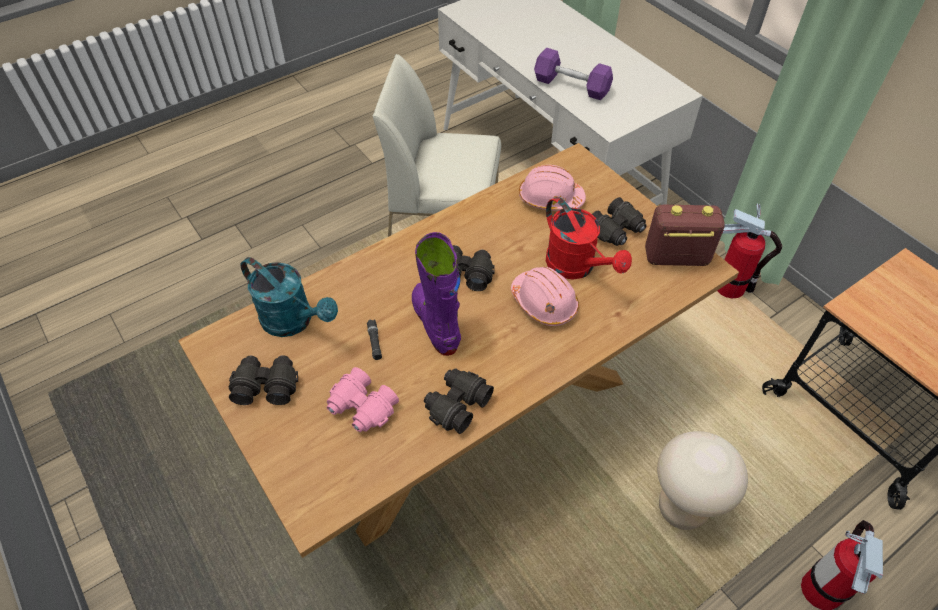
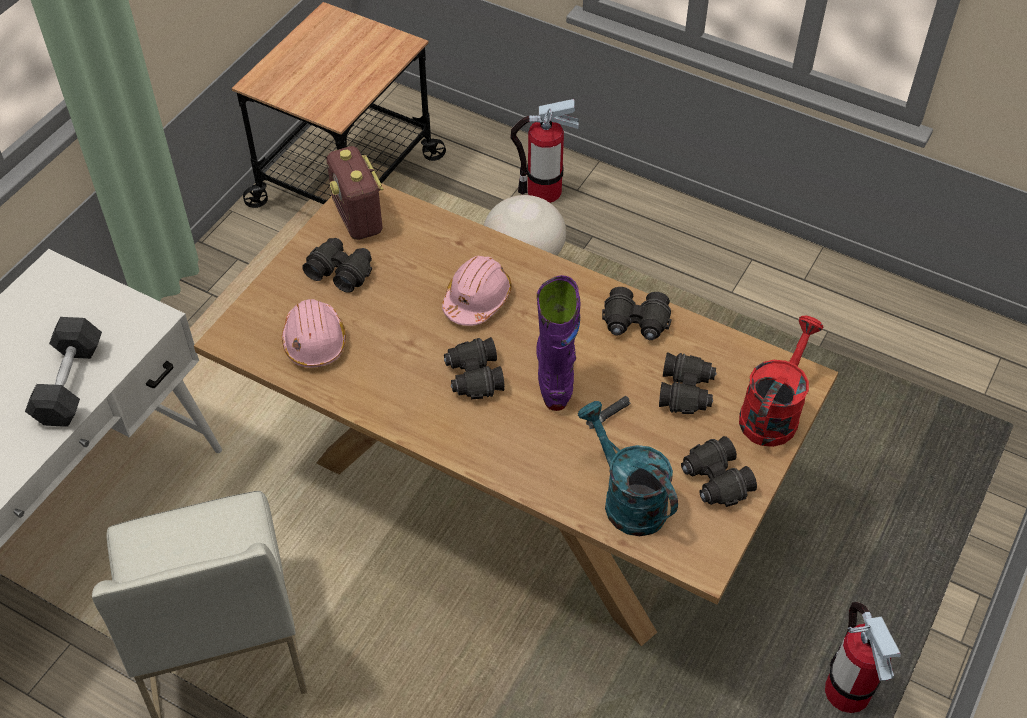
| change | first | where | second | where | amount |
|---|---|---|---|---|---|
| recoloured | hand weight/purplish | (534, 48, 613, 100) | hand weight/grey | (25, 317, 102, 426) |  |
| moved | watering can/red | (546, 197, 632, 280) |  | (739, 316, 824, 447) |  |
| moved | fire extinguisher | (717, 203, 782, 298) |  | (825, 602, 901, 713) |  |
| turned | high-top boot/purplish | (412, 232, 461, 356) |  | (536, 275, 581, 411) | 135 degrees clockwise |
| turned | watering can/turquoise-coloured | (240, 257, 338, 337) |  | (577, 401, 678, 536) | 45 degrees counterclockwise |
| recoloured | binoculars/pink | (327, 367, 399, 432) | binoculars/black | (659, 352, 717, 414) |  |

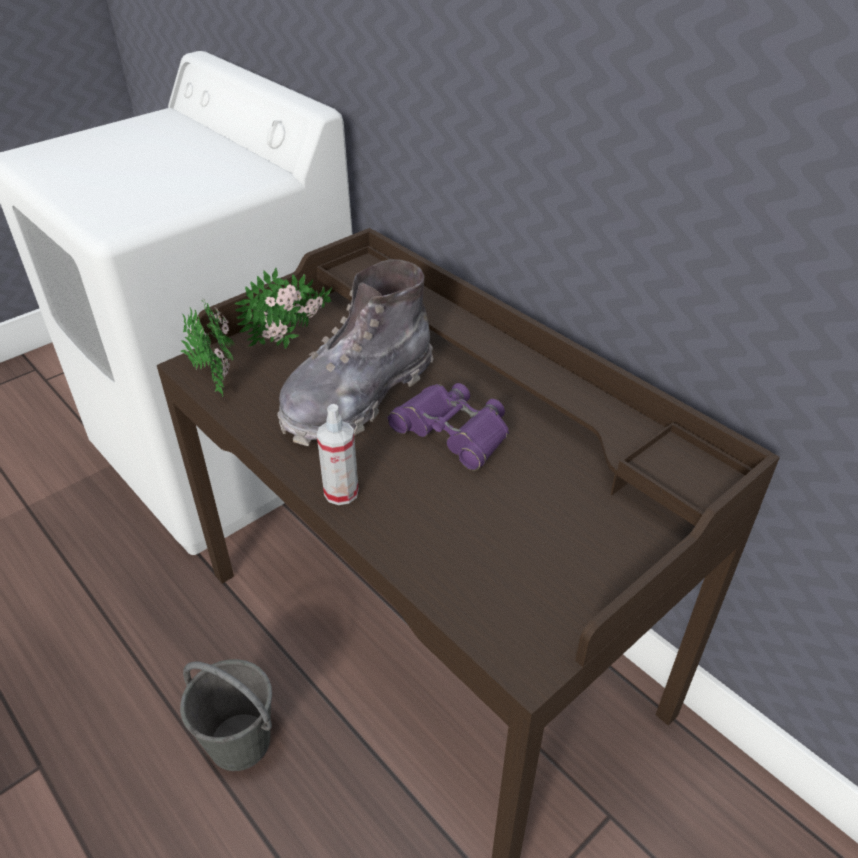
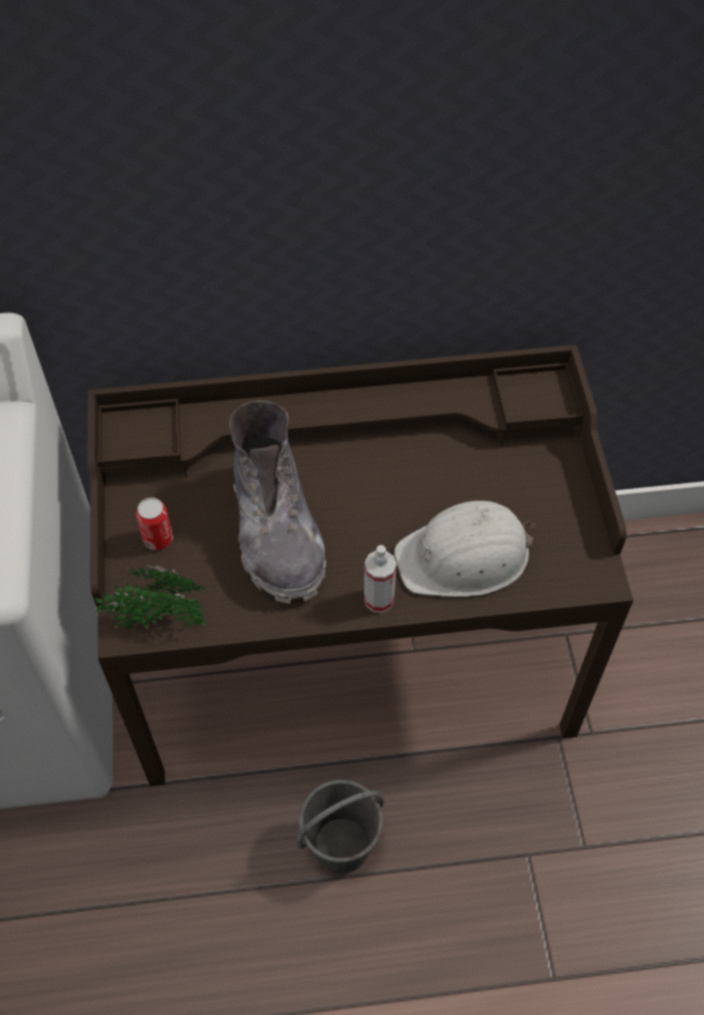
| change | first | where | second | where | amount |
|---|---|---|---|---|---|
| replaced | houseplant | (235, 268, 332, 349) | sealed can | (136, 497, 173, 550) |  |
| removed | binoculars/purplish | (387, 383, 509, 471) |  |  |  |
| added |  |  | safety helmet/whitish | (394, 501, 535, 597) |  |

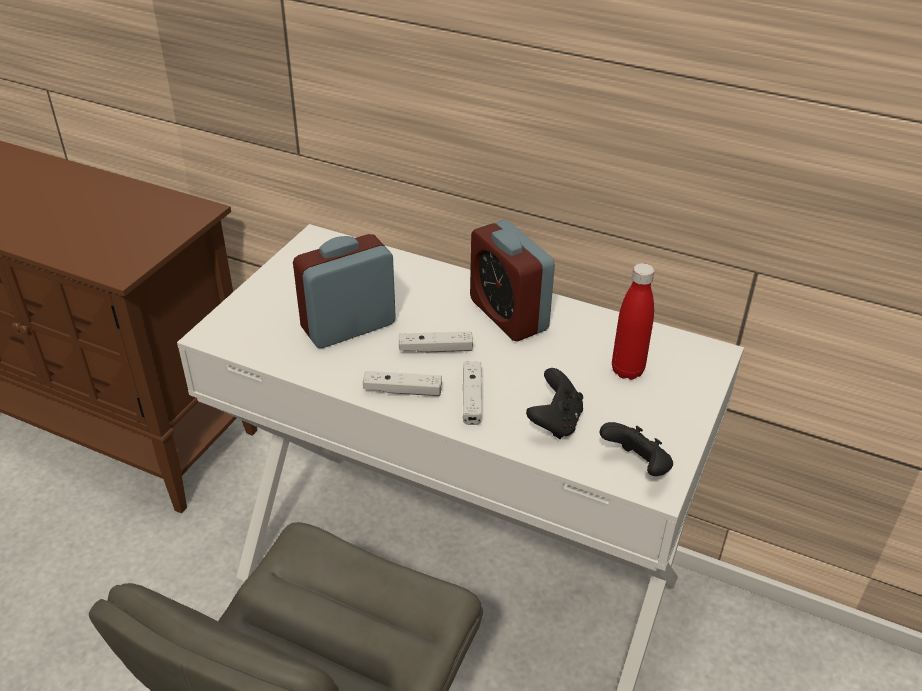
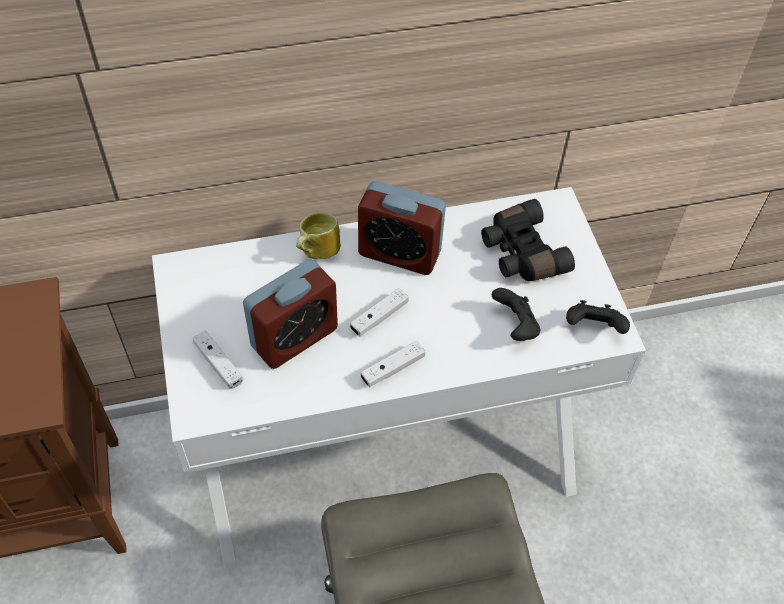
| change | first | where | second | where | amount |
|---|---|---|---|---|---|
| turned | alarm clock | (293, 234, 396, 348) |  | (243, 259, 338, 369) | 150 degrees counterclockwise |
| replaced | beverage bottle/red | (612, 263, 655, 380) | binoculars/black | (481, 199, 575, 281) |  |
| moved | joypad/whitish | (463, 362, 482, 425) |  | (192, 330, 243, 389) |  |
| added |  |  | mug | (296, 213, 340, 259) |  |

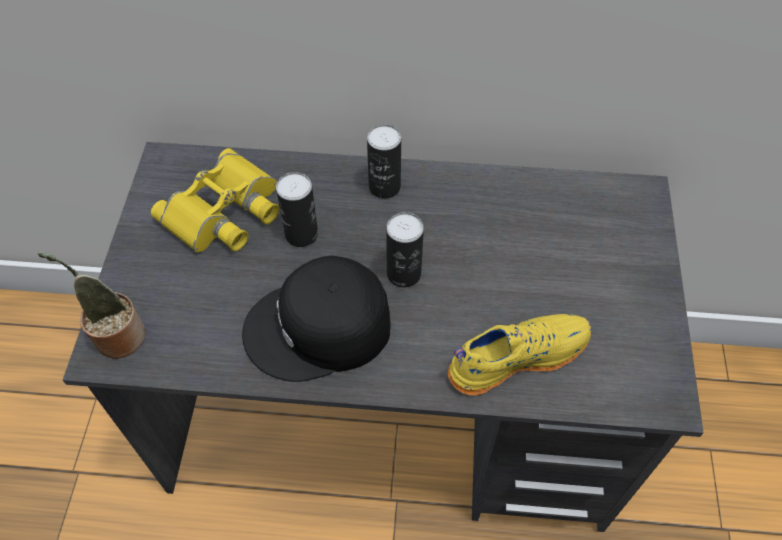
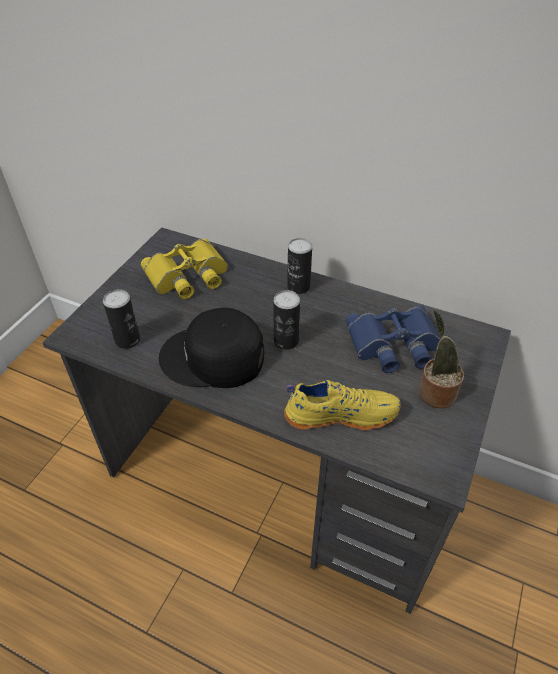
| change | first | where | second | where | amount |
|---|---|---|---|---|---|
| moved | sealed can | (276, 172, 318, 247) |  | (103, 289, 140, 349) |  |
| moved | houseplant | (38, 252, 145, 359) |  | (419, 310, 464, 408) |  |
| added |  |  | binoculars/blue-coloured | (346, 305, 441, 373) |  |

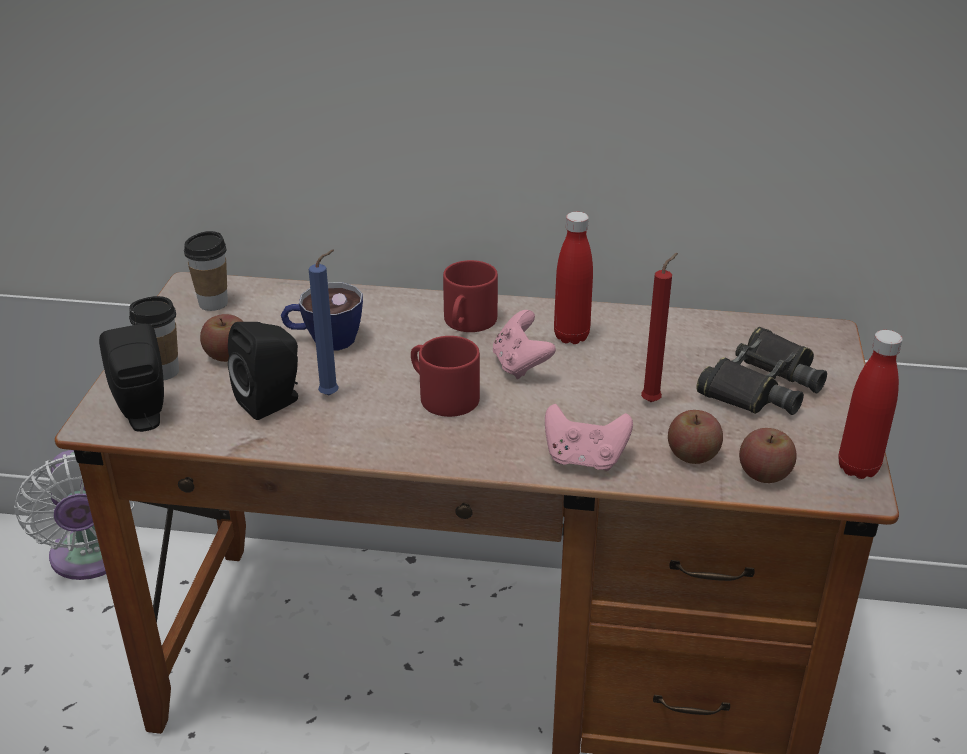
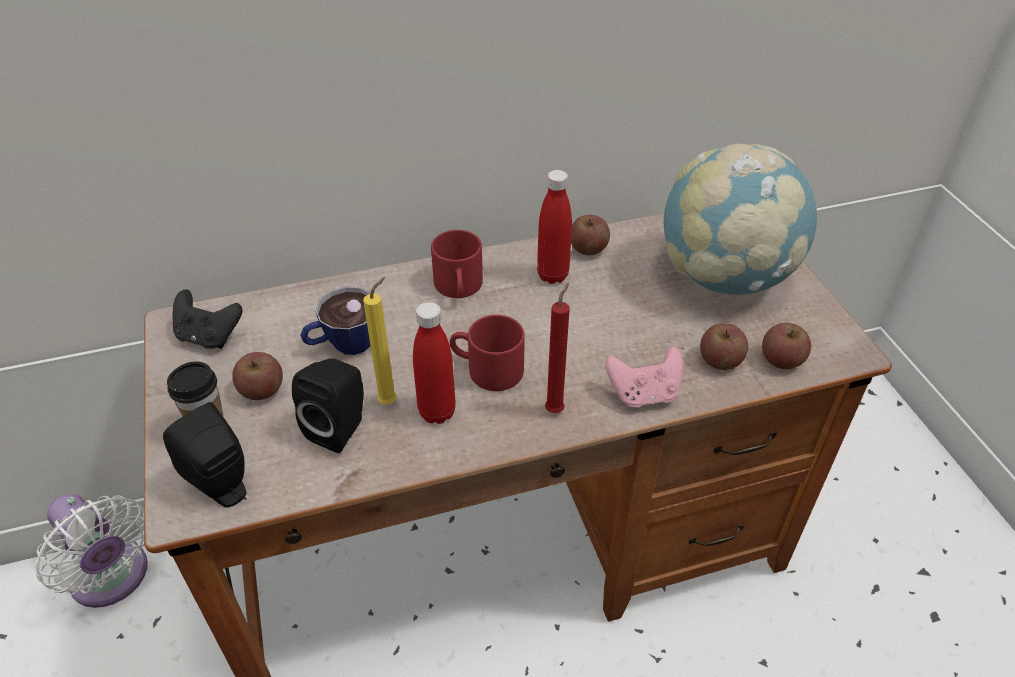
| change | first | where | second | where | amount |
|---|---|---|---|---|---|
| replaced | small cup | (184, 231, 228, 311) | joypad/black | (173, 289, 242, 349) |  |
| recoloured | wax light/blue-coloured | (309, 249, 339, 395) | wax light/yellow | (363, 277, 397, 405) |  |
| moved | wax light/red | (641, 253, 678, 402) |  | (545, 283, 570, 413) |  |
| removed | joypad/pink | (493, 310, 556, 379) |  |  |  |
| replaced | binoculars/black | (696, 327, 827, 415) | globe | (664, 144, 817, 295) |  |
| moved | beverage bottle/red | (838, 330, 903, 479) |  | (413, 302, 456, 424) |  |
| added |  |  | apple | (571, 215, 610, 255) |  |

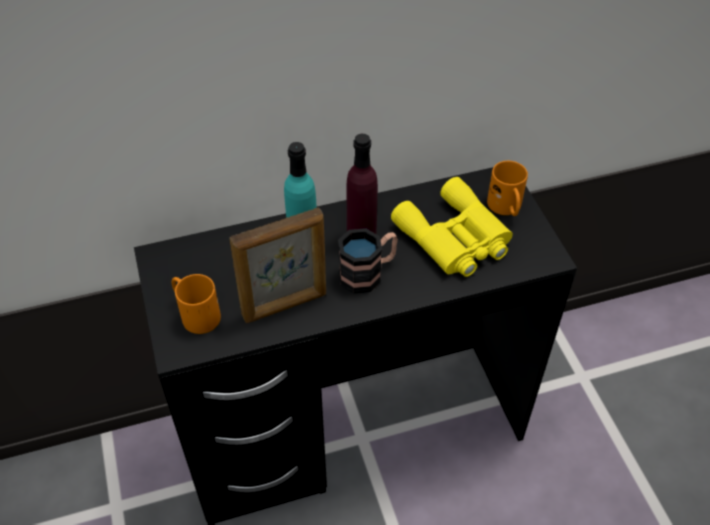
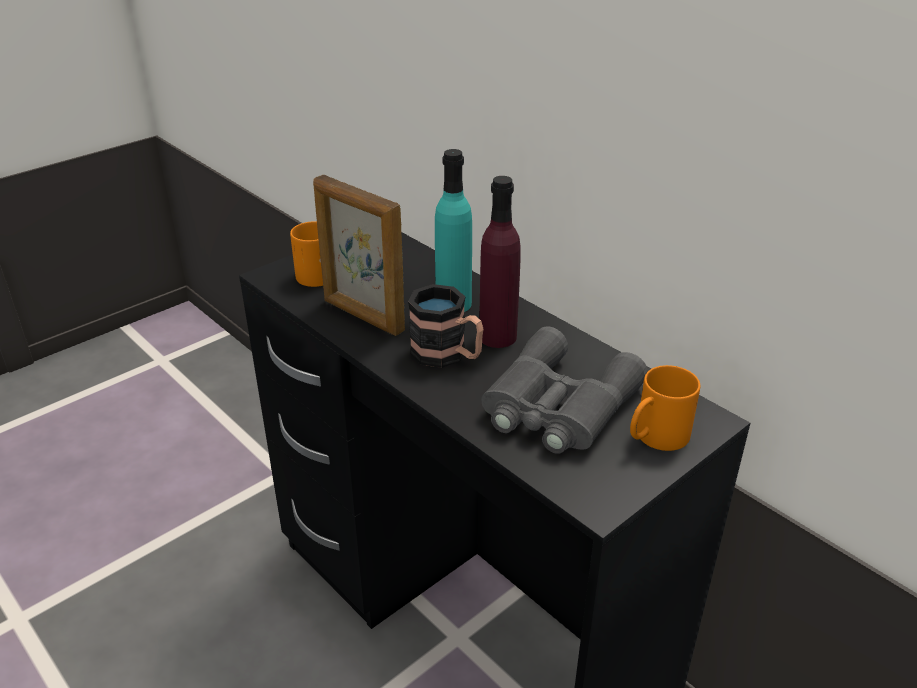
| change | first | where | second | where | amount |
|---|---|---|---|---|---|
| recoloured | binoculars/yellow | (391, 177, 513, 277) | binoculars/grey | (481, 326, 648, 454) |  |

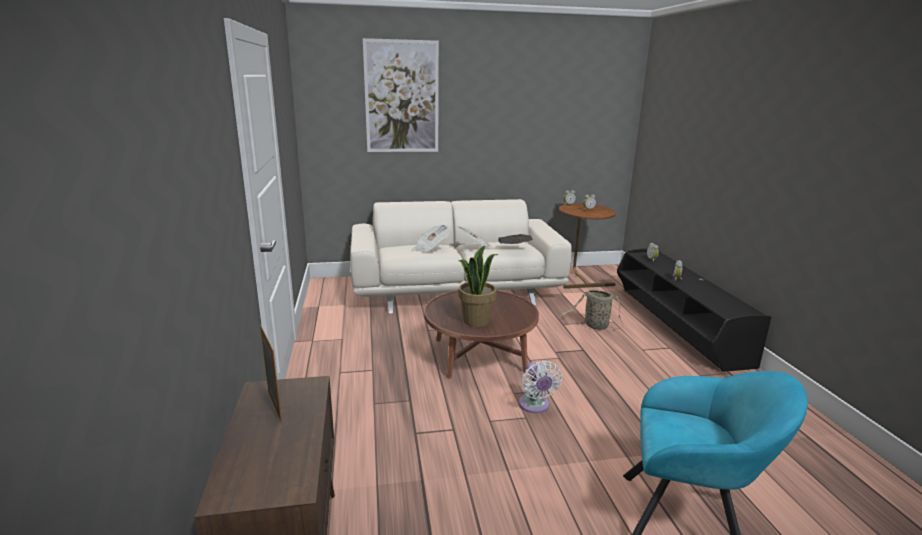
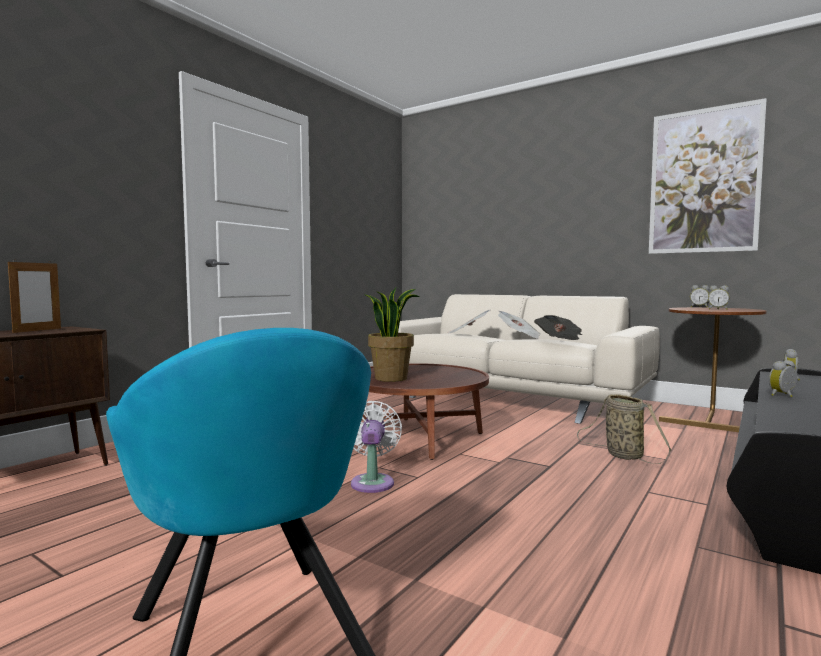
| change | first | where | second | where | amount |
|---|---|---|---|---|---|
| moved | wall art | (363, 38, 439, 152) |  | (649, 98, 767, 254) |  |
| turned | fan/whitish | (519, 361, 562, 413) |  | (351, 401, 402, 493) | 150 degrees clockwise |

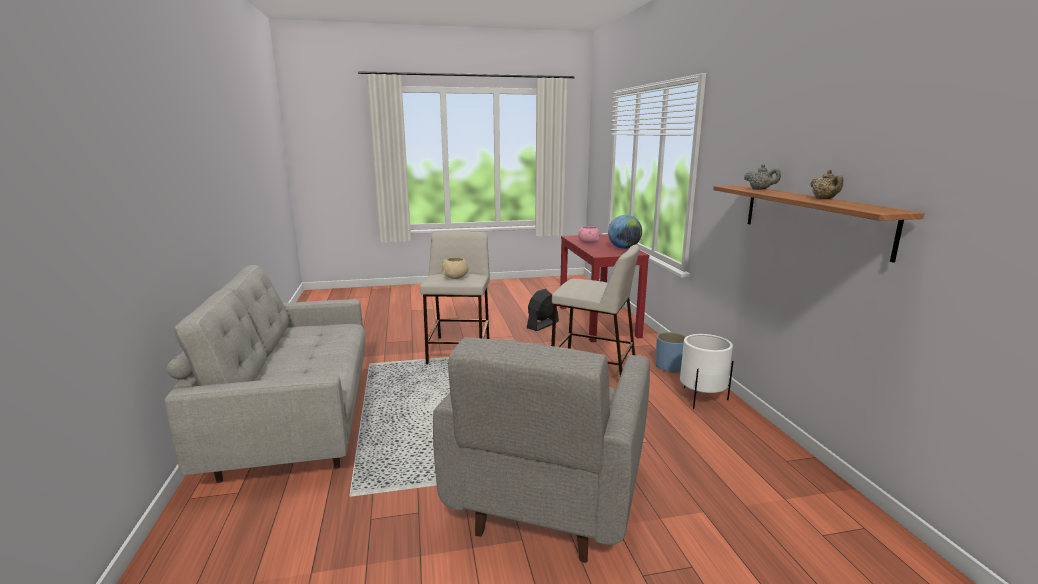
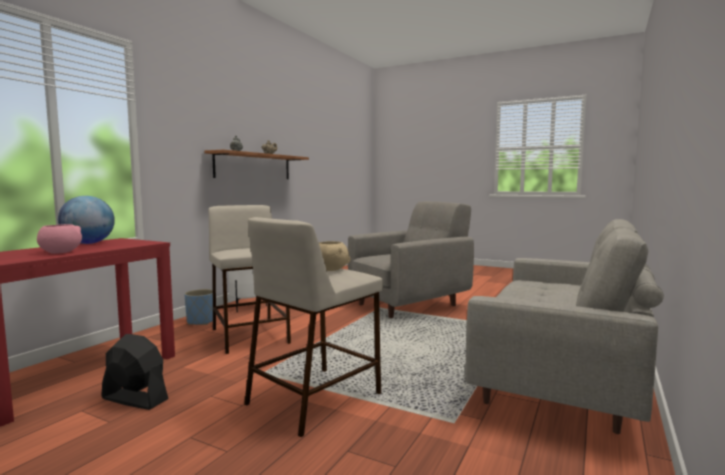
| change | first | where | second | where | amount |
|---|---|---|---|---|---|
| turned | fan/black | (527, 289, 559, 331) |  | (101, 334, 168, 410) | 150 degrees counterclockwise |

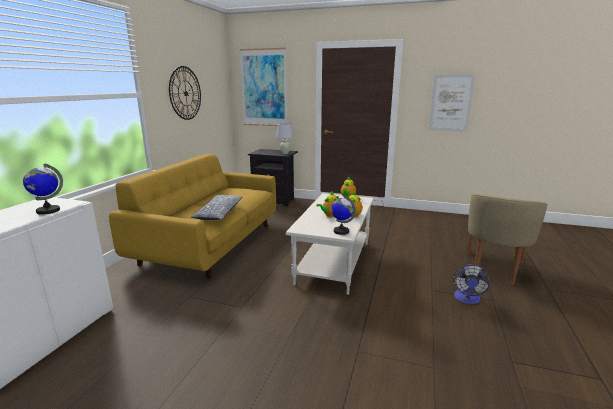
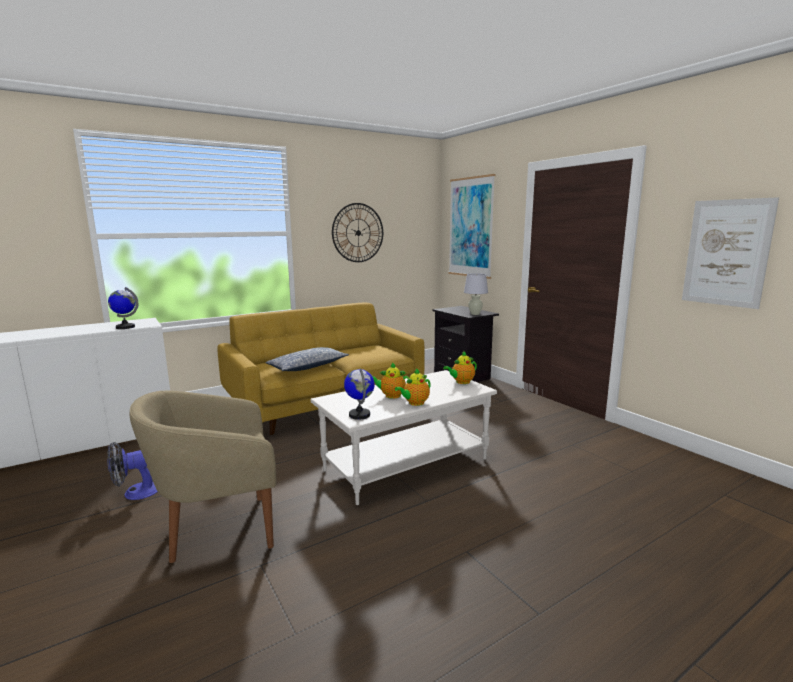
| change | first | where | second | where | amount |
|---|---|---|---|---|---|
| moved | armchair/beige | (467, 194, 548, 285) |  | (130, 391, 276, 563) |  |
| moved | fan | (453, 264, 492, 304) |  | (107, 442, 158, 500) |  |

